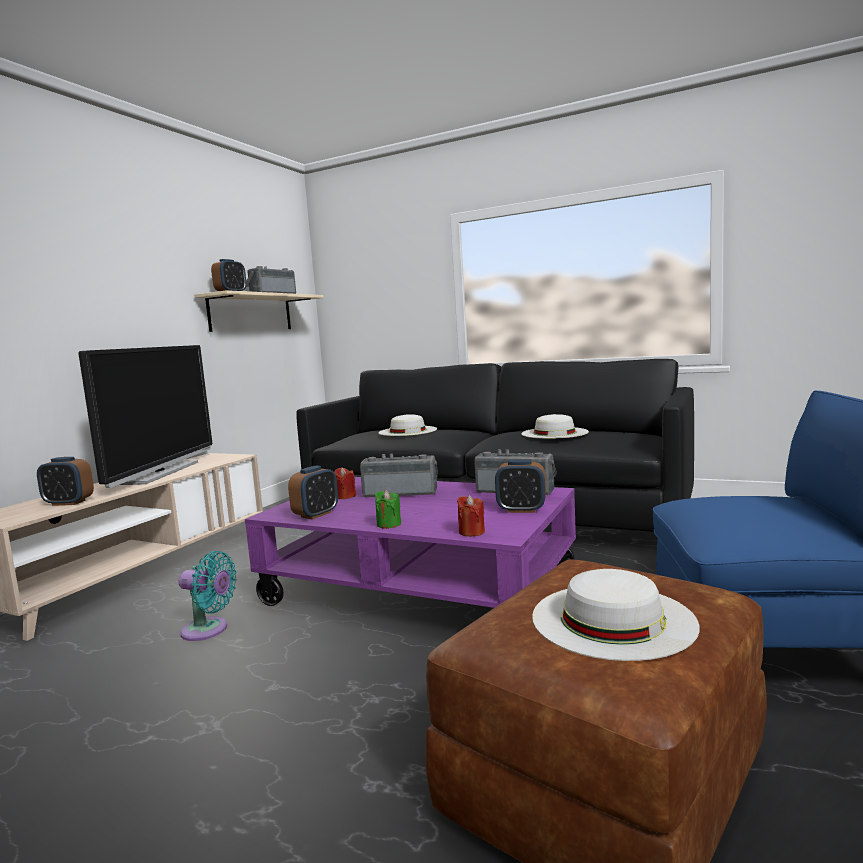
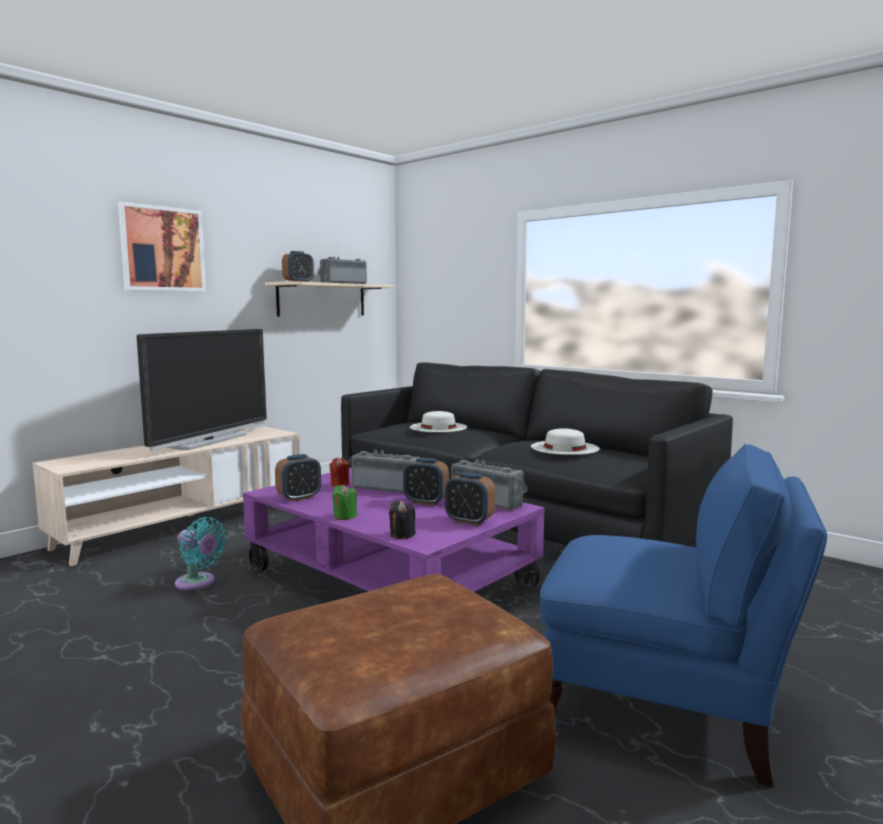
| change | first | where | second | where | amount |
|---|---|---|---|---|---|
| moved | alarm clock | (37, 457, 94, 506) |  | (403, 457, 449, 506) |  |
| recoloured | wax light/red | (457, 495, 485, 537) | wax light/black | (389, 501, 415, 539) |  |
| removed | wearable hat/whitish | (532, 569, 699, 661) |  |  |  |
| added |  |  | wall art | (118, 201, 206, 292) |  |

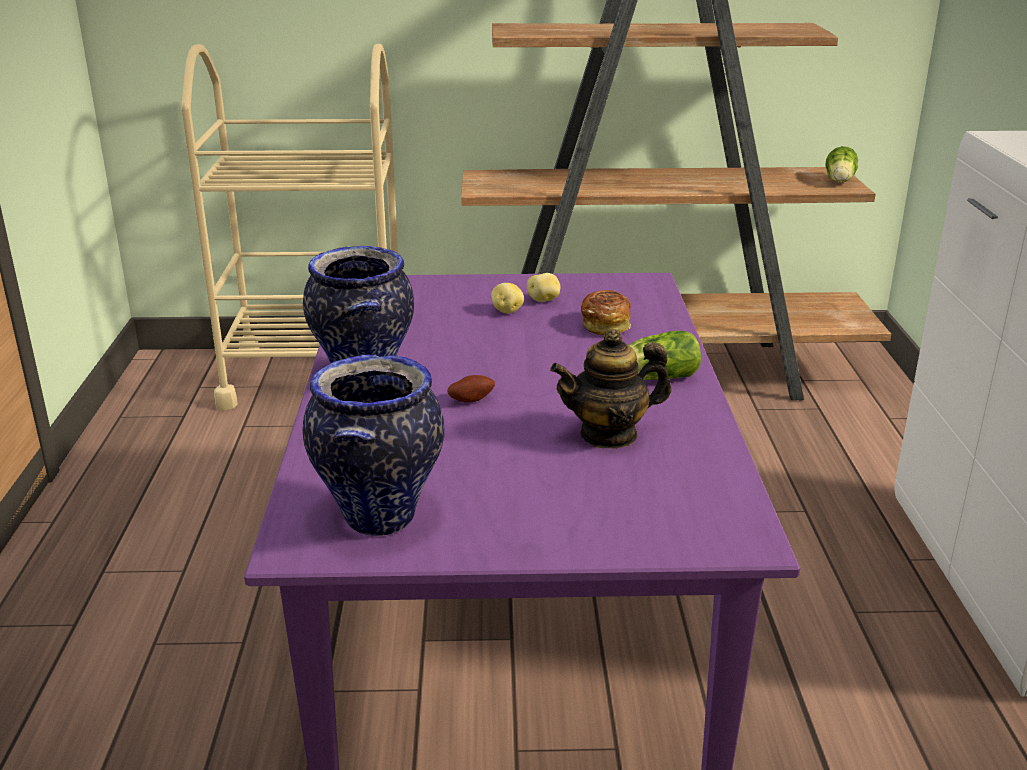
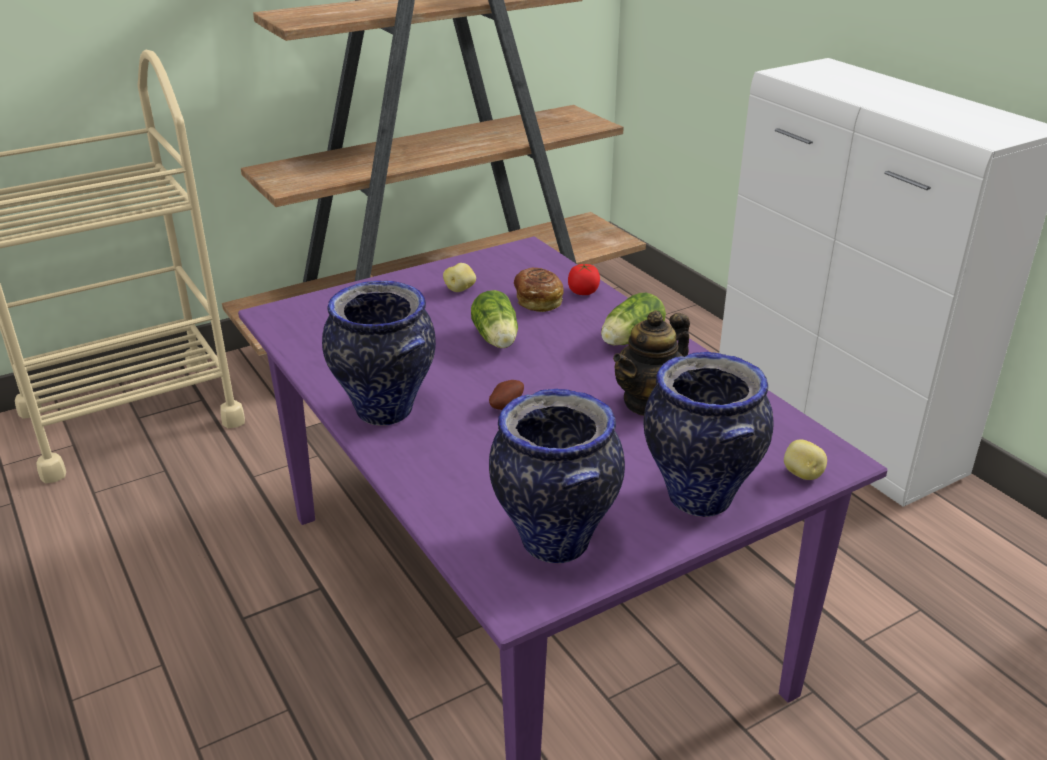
| change | first | where | second | where | amount |
|---|---|---|---|---|---|
| moved | lettuce head | (825, 146, 858, 182) |  | (471, 290, 518, 348) |  |
| moved | whole potato | (491, 283, 524, 313) |  | (784, 439, 827, 480) |  |
| added |  |  | tomato | (568, 264, 600, 295) |  |
| added |  |  | vase | (644, 352, 773, 517) |  |

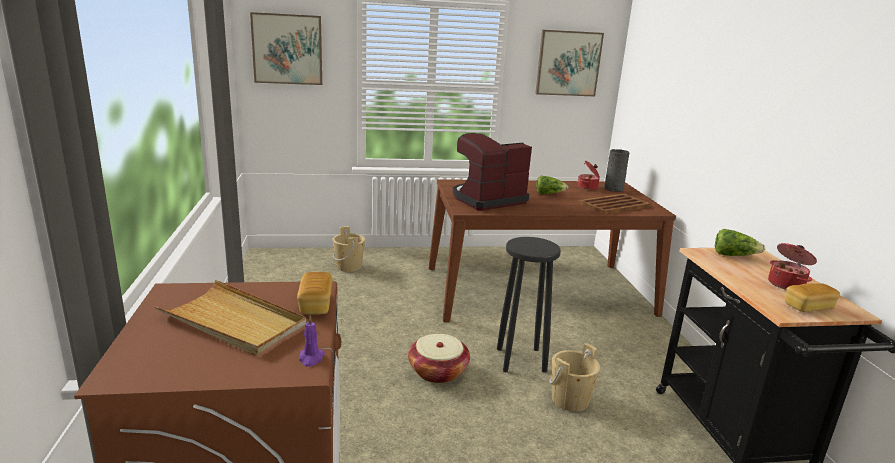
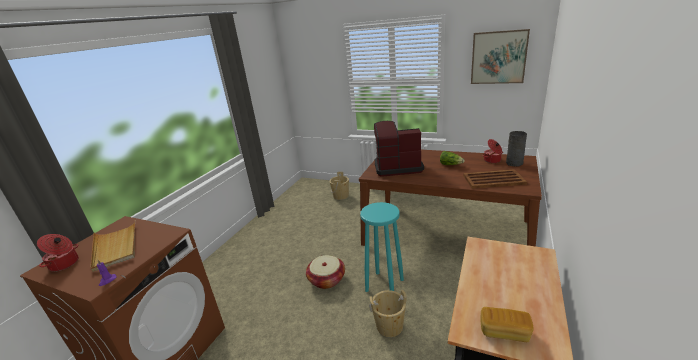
| change | first | where | second | where | amount |
|---|---|---|---|---|---|
| removed | wall art | (250, 12, 322, 85) |  |  |  |
| removed | lettuce head | (715, 229, 765, 256) |  |  |  |
| recoloured | sitting stool/black | (497, 237, 561, 372) | sitting stool/turquoise-coloured | (360, 202, 404, 292) |  |
| moved | cooking pot | (768, 243, 817, 290) |  | (37, 234, 79, 272) |  |
| removed | bread | (297, 272, 333, 315) |  |  |  |

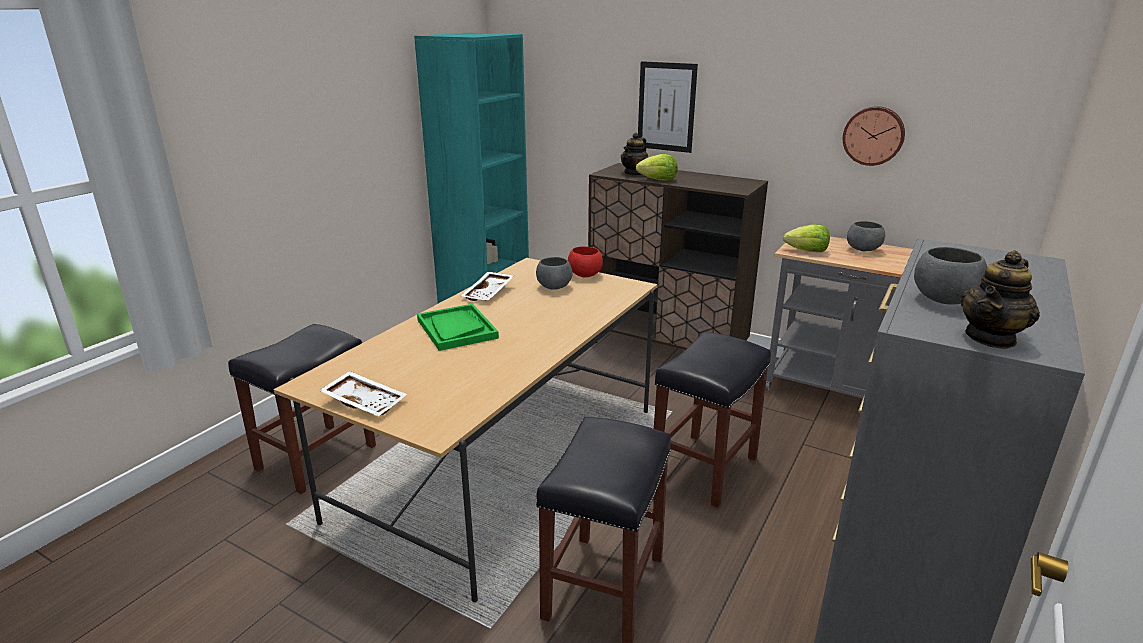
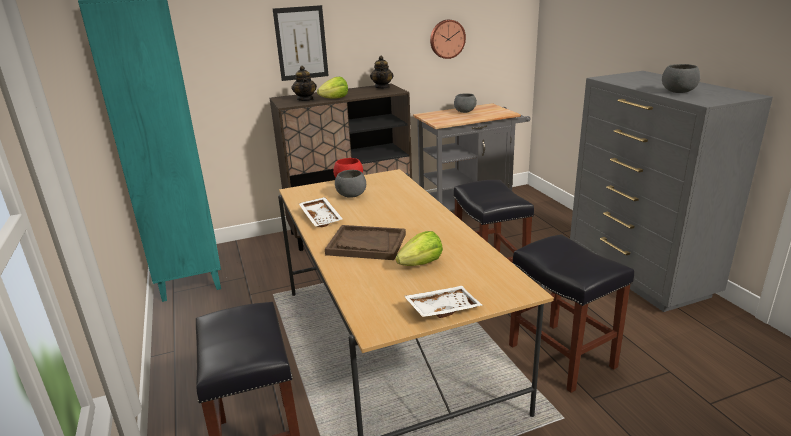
| change | first | where | second | where | amount |
|---|---|---|---|---|---|
| moved | lettuce head | (783, 224, 830, 252) |  | (396, 231, 443, 266) |  |
| moved | teapot | (961, 250, 1040, 349) |  | (370, 56, 394, 89) |  |
| recoloured | serving tray/green-coloured | (417, 304, 499, 351) | serving tray/brown | (325, 225, 406, 260) |  |

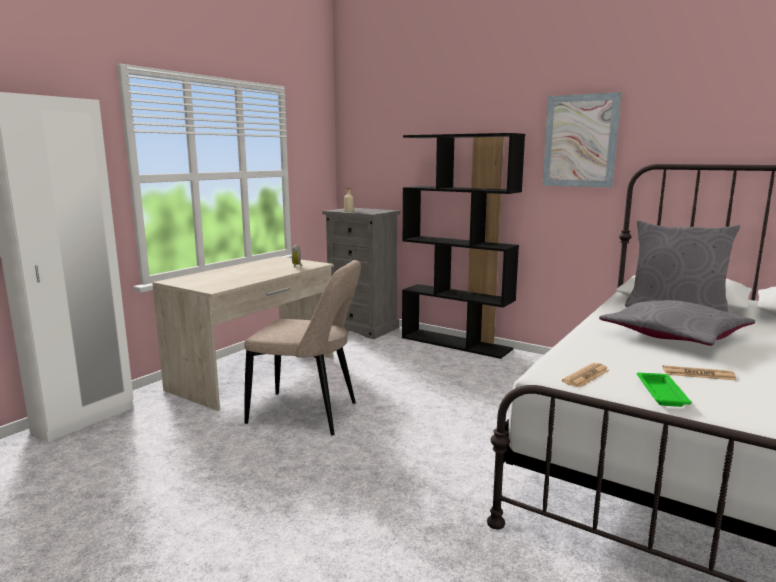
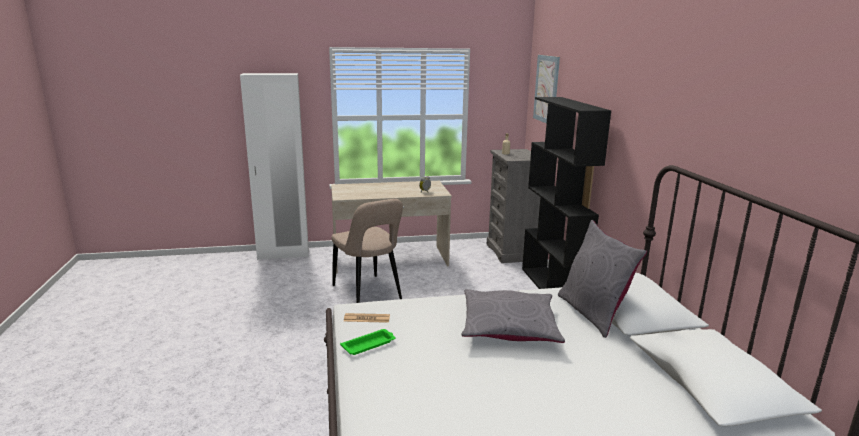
| change | first | where | second | where | amount |
|---|---|---|---|---|---|
| moved | wall art | (543, 92, 621, 188) |  | (533, 55, 560, 123) |  |
| removed | printed paper | (662, 365, 737, 381) |  |  |  |

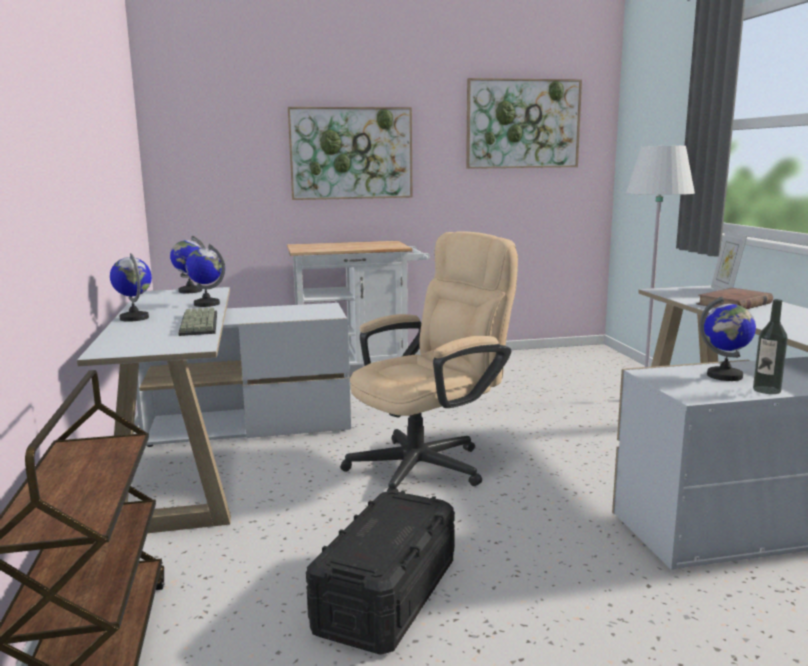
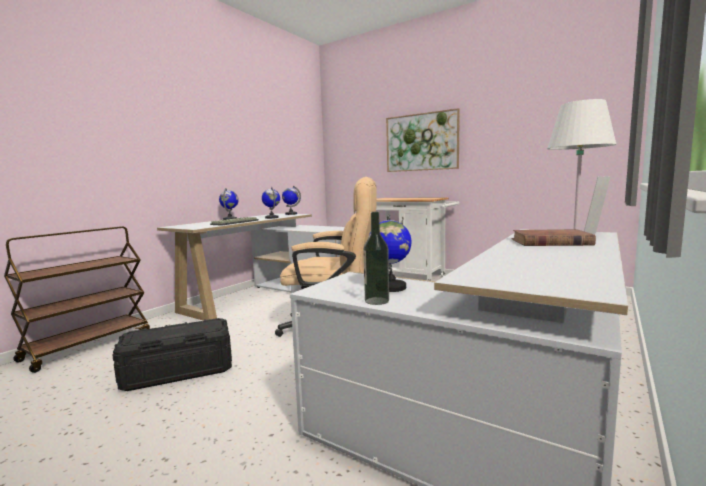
| change | first | where | second | where | amount |
|---|---|---|---|---|---|
| removed | wall art | (466, 78, 582, 169) |  |  |  |

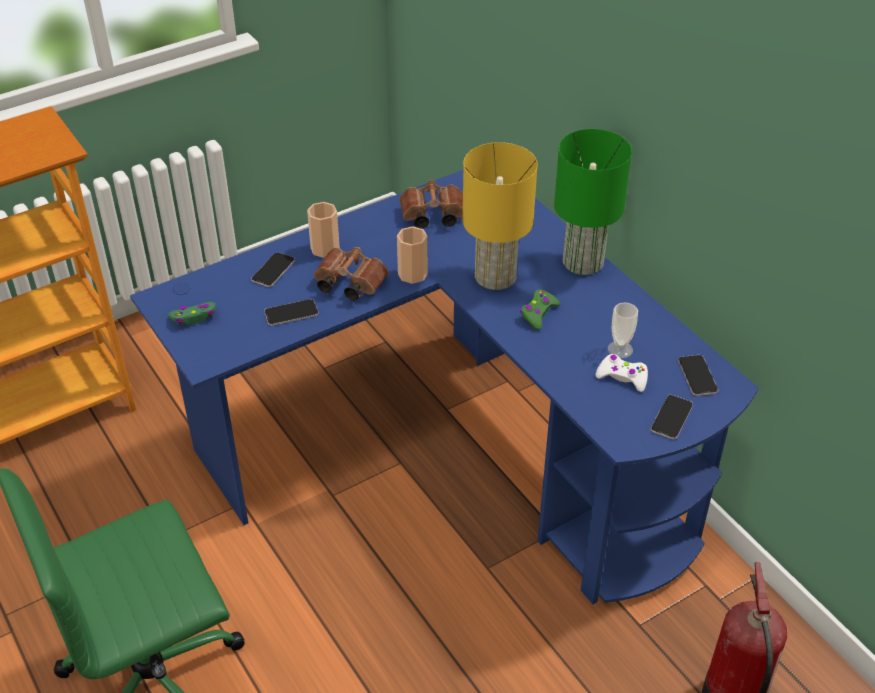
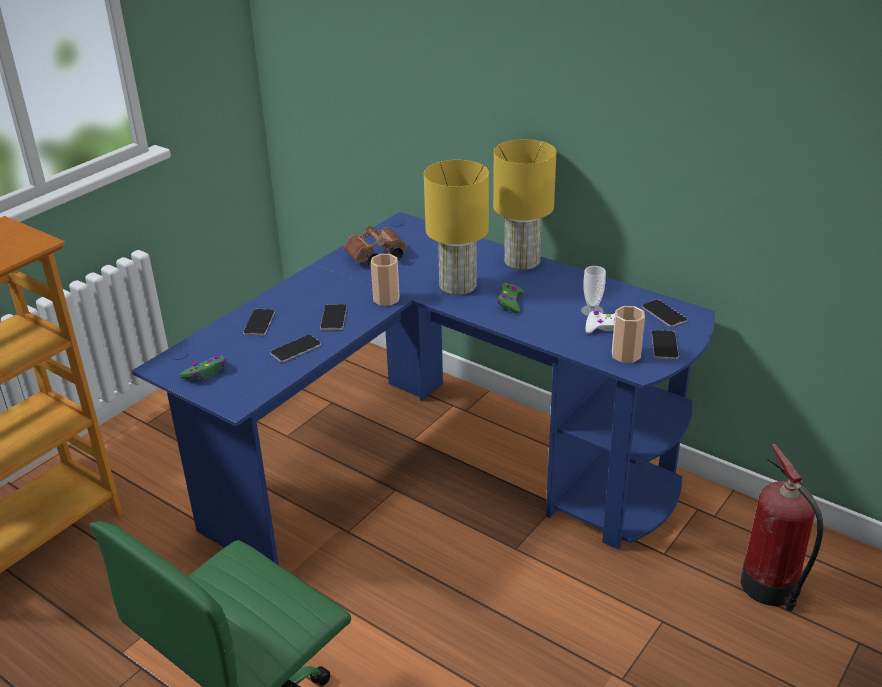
| change | first | where | second | where | amount |
|---|---|---|---|---|---|
| recoloured | lamp for a table/green-coloured | (554, 129, 632, 275) | lamp for a table/yellow | (493, 139, 556, 270) |  |
| moved | small cup | (307, 202, 340, 258) |  | (612, 306, 645, 363) |  |
| replaced | binoculars/brown | (313, 247, 389, 301) | handset | (320, 304, 347, 330) |  |

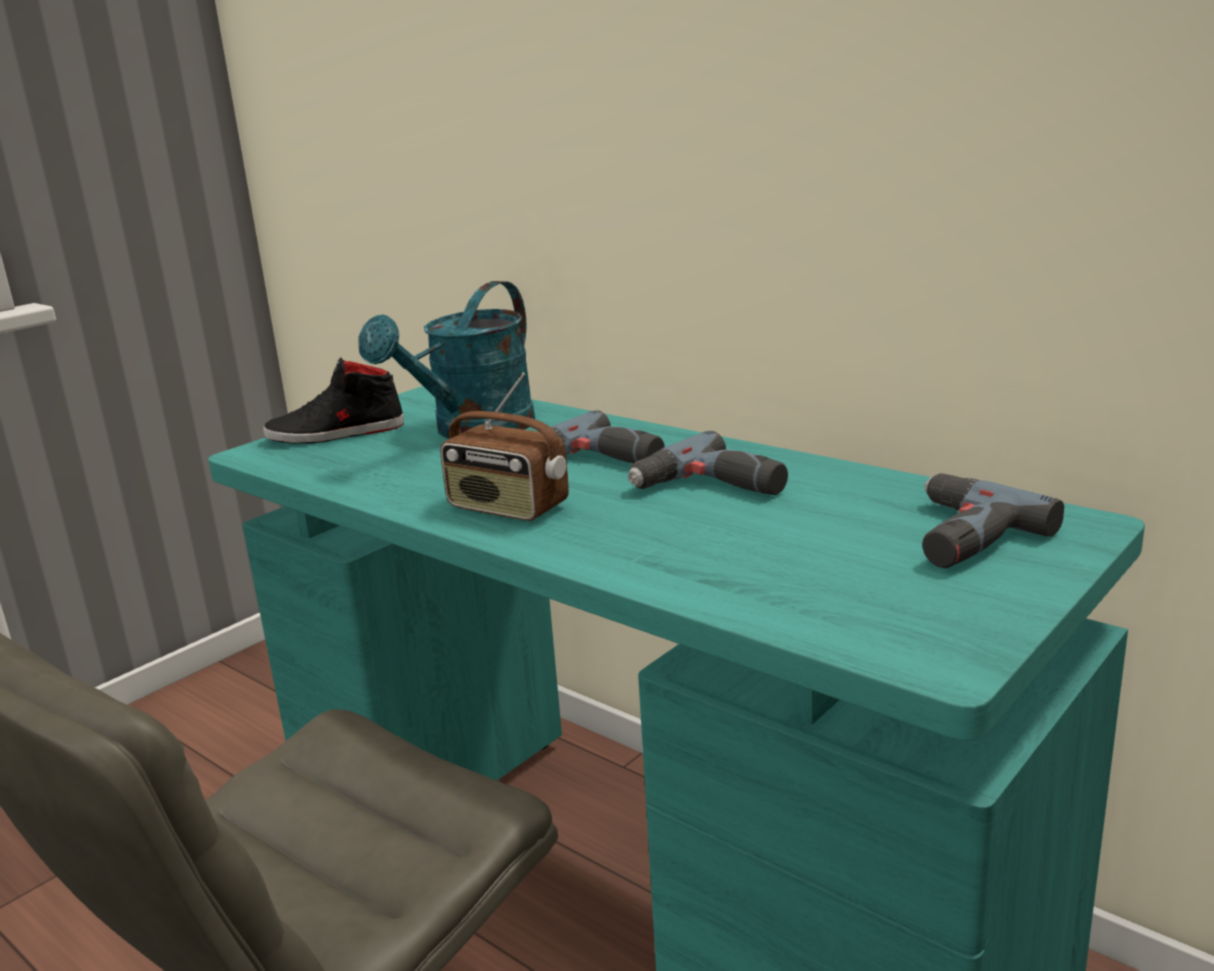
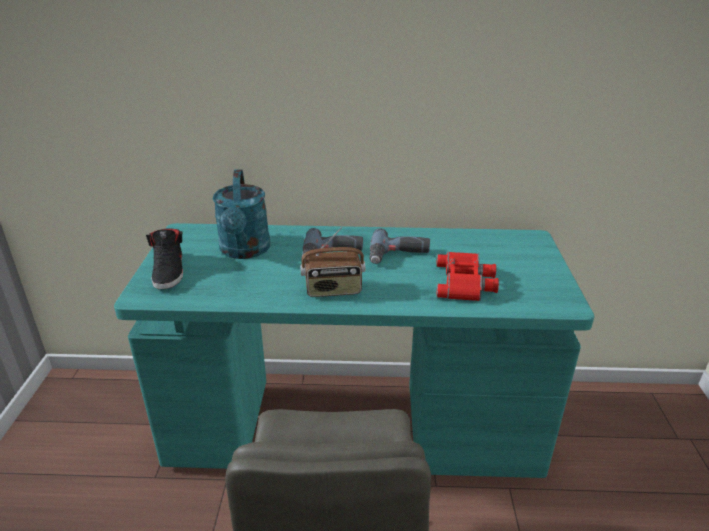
| change | first | where | second | where | amount |
|---|---|---|---|---|---|
| turned | shoe/black | (263, 358, 404, 444) |  | (146, 228, 183, 289) | 45 degrees counterclockwise |
| removed | drill | (922, 473, 1064, 568) |  |  |  |
| added |  |  | binoculars/red | (436, 252, 499, 301) |  |

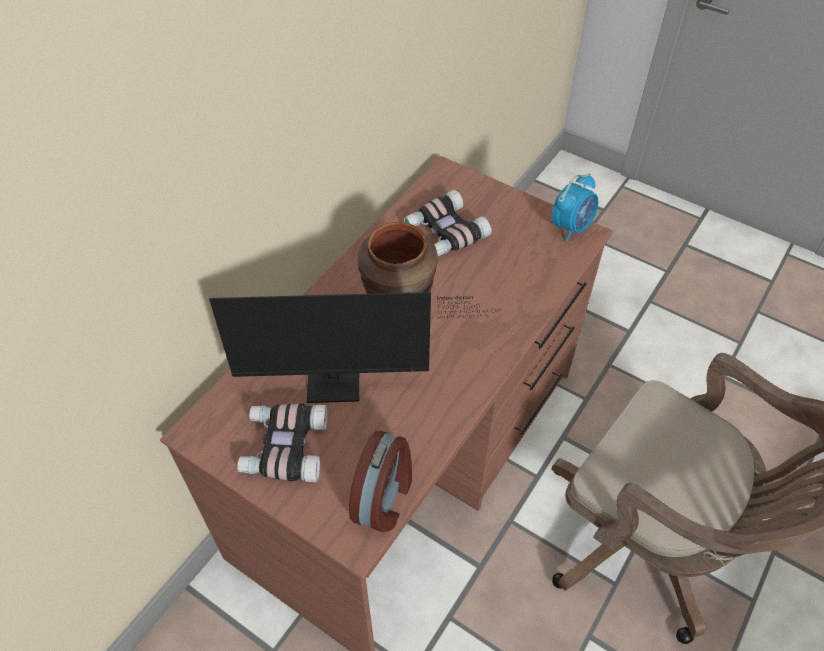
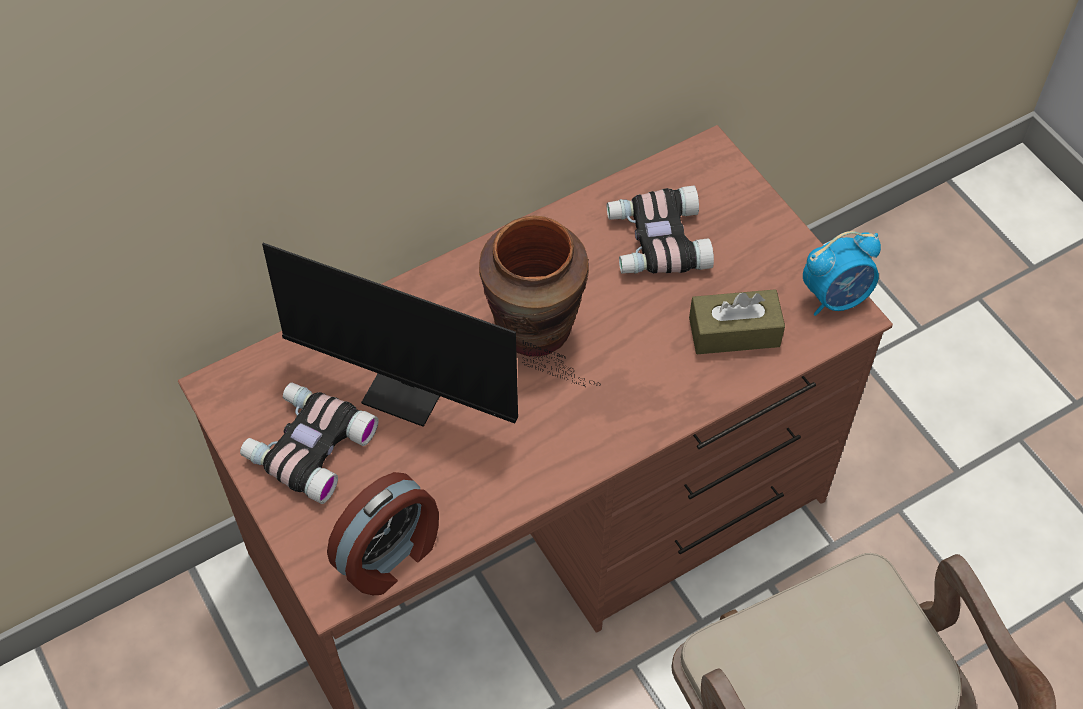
| change | first | where | second | where | amount |
|---|---|---|---|---|---|
| added |  |  | box of tissues/brown | (689, 289, 785, 354) |  |

